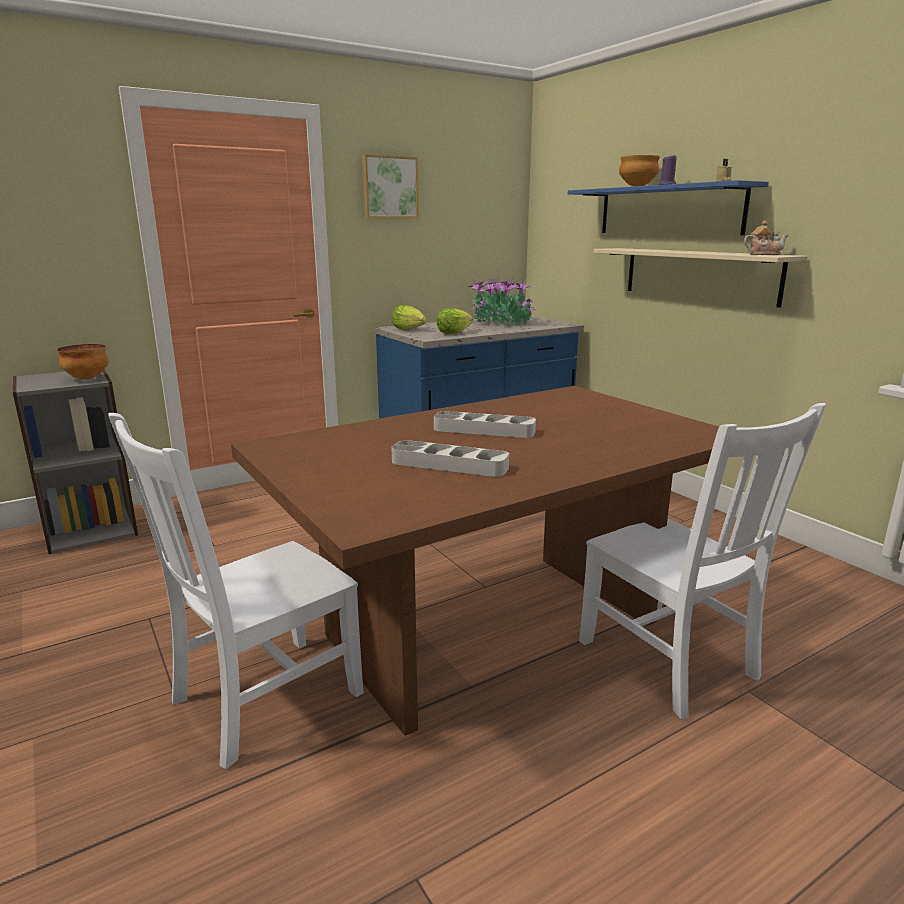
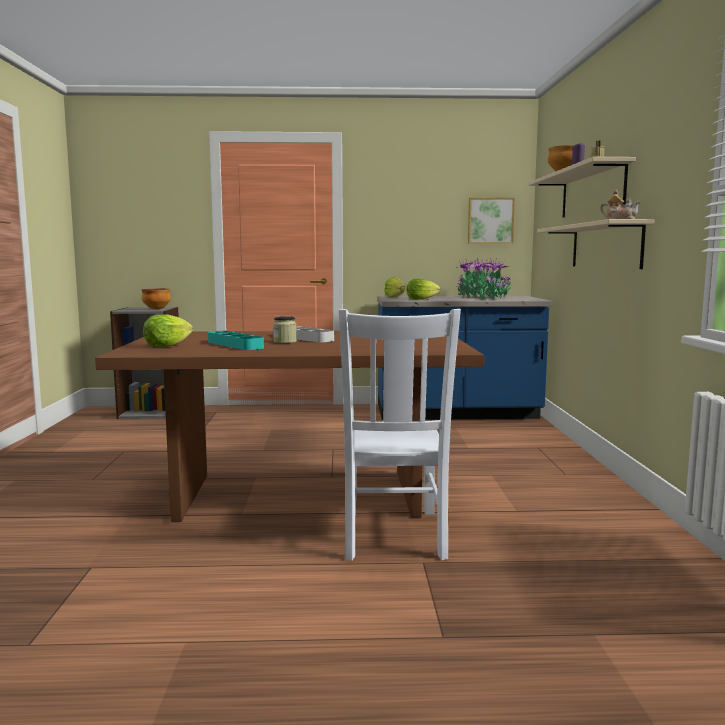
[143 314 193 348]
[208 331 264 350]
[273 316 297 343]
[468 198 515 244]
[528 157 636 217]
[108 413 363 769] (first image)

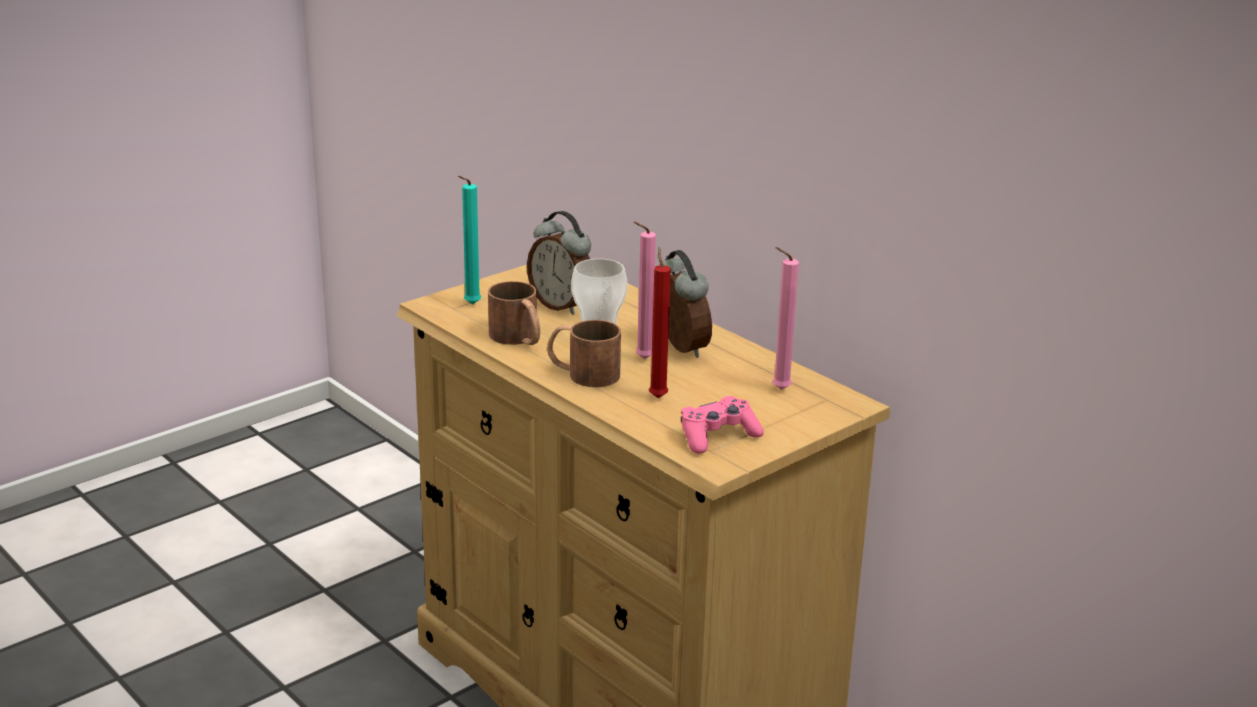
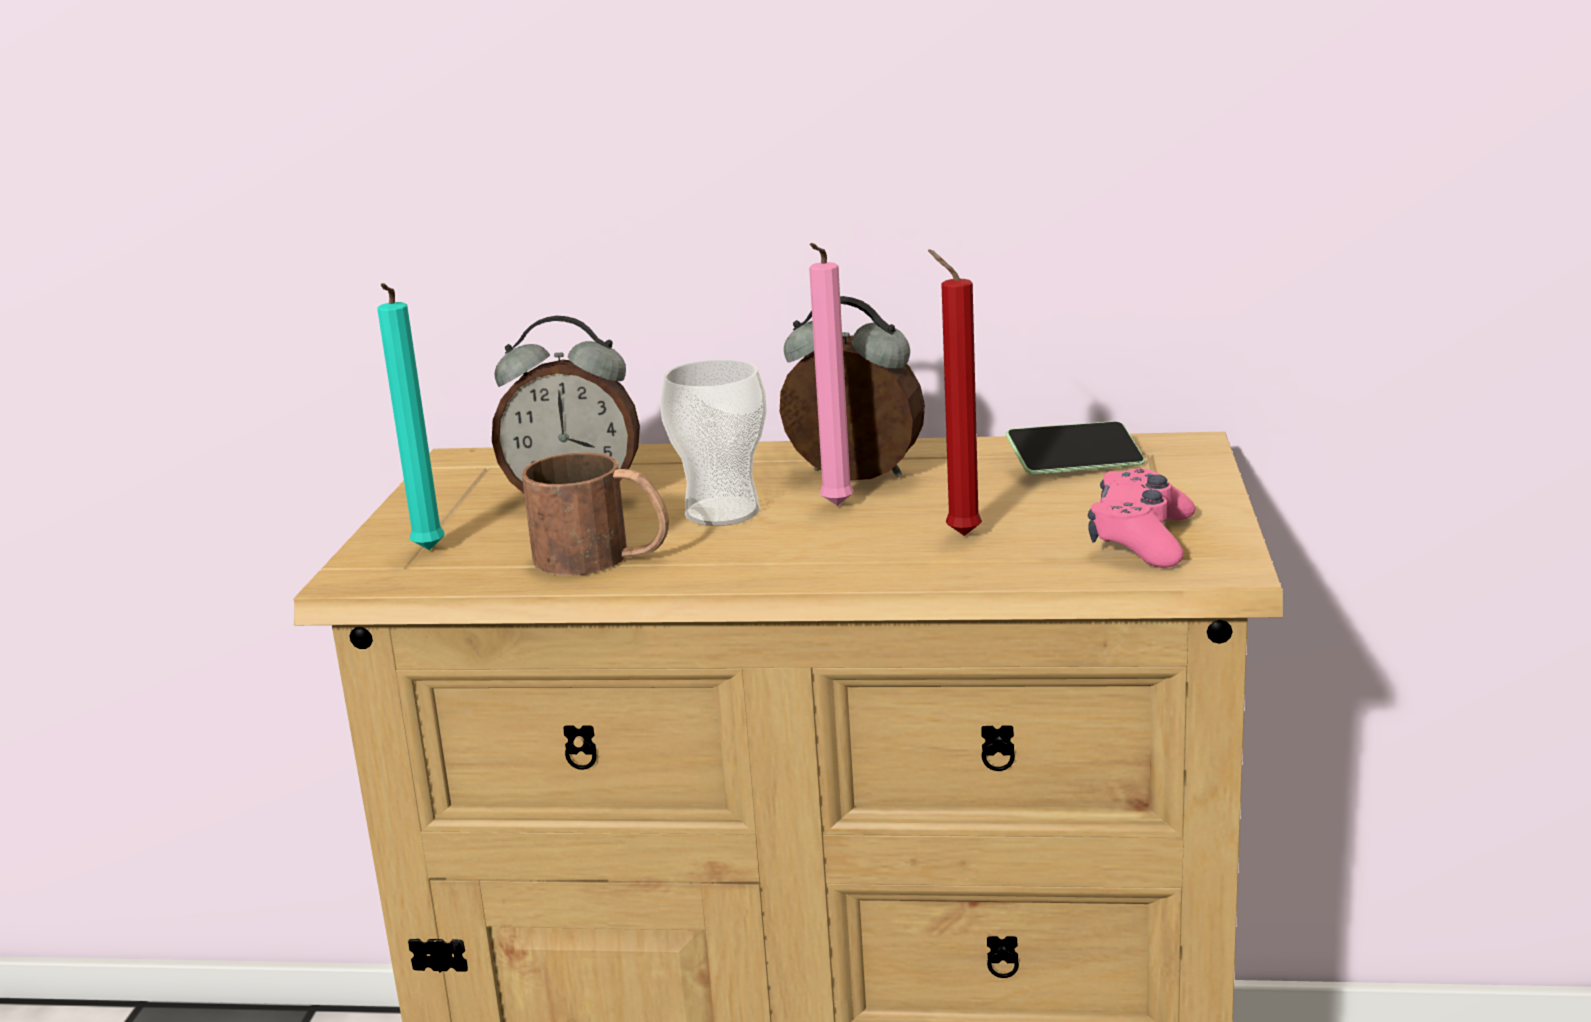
[1006 421 1145 474]
[547 320 621 387] (first image)

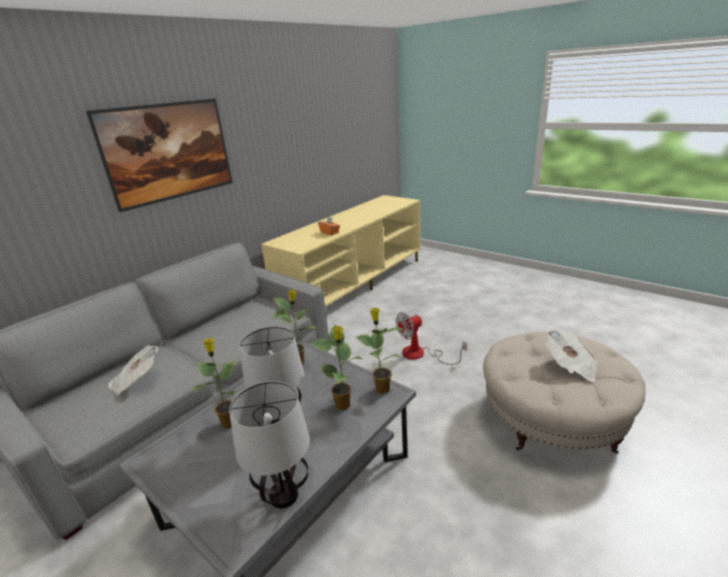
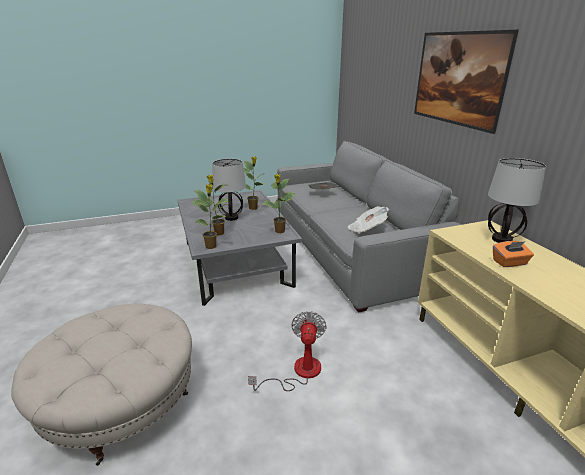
[348 206 389 234]
[488 158 546 243]

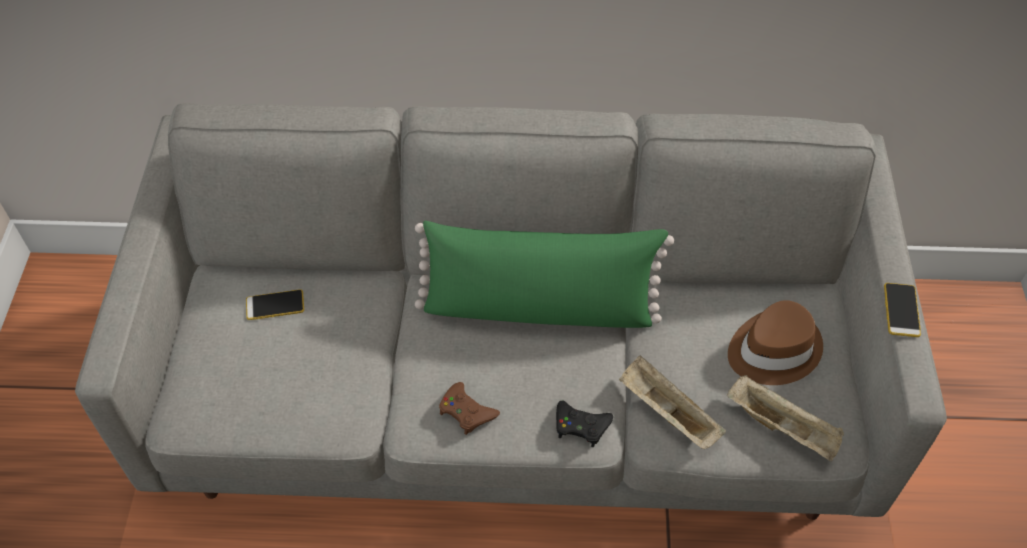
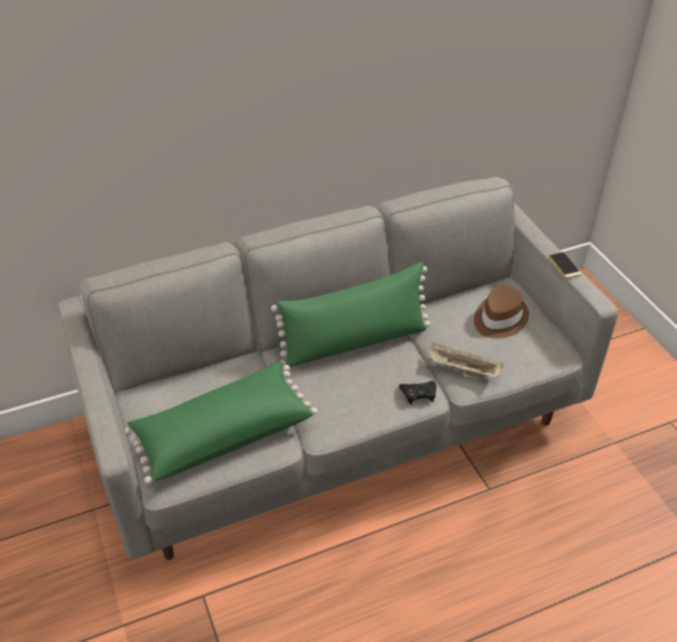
[125 361 318 484]
[246 289 304 320] (first image)
[439 382 500 435] (first image)
[727 375 844 462] (first image)

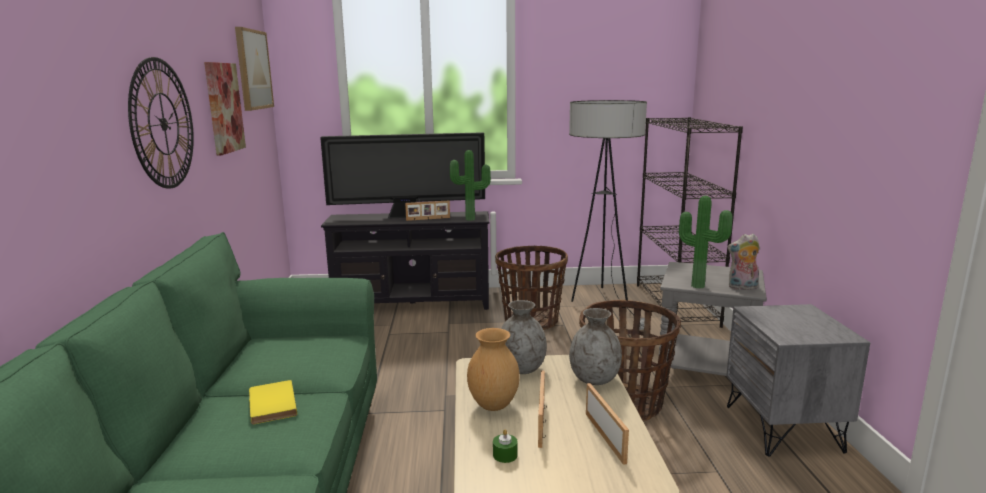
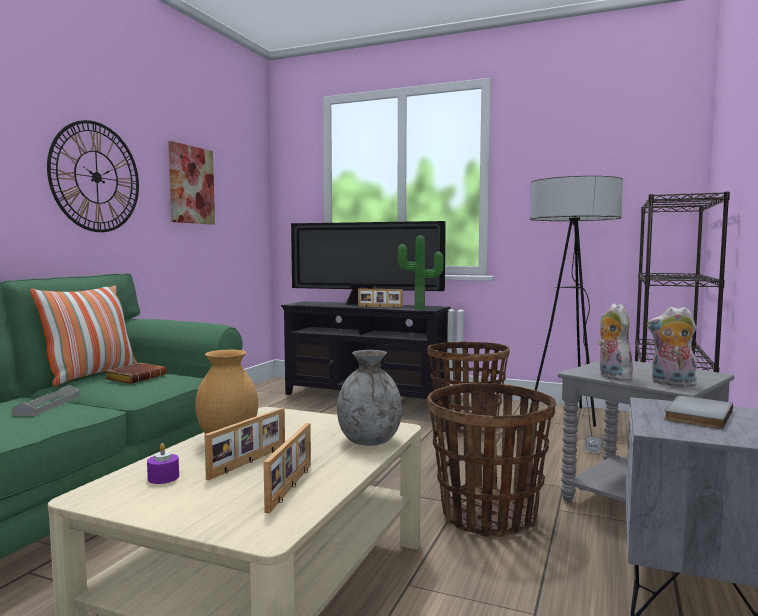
[12 385 80 416]
[30 285 137 386]
[105 363 167 384]
[147 443 179 484]
[598 303 633 380]
[664 396 733 429]
[235 27 274 111] (first image)
[501 300 547 374] (first image)

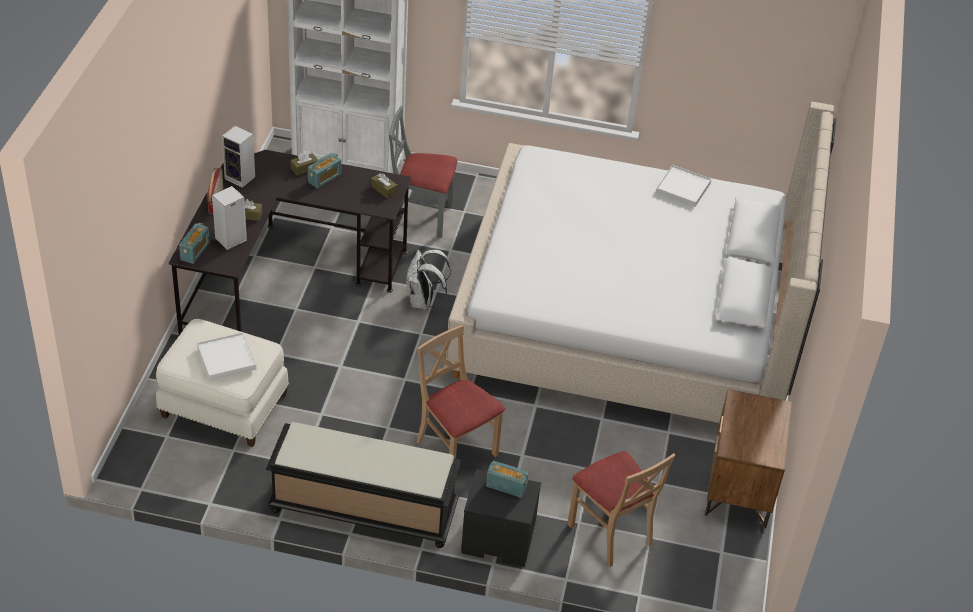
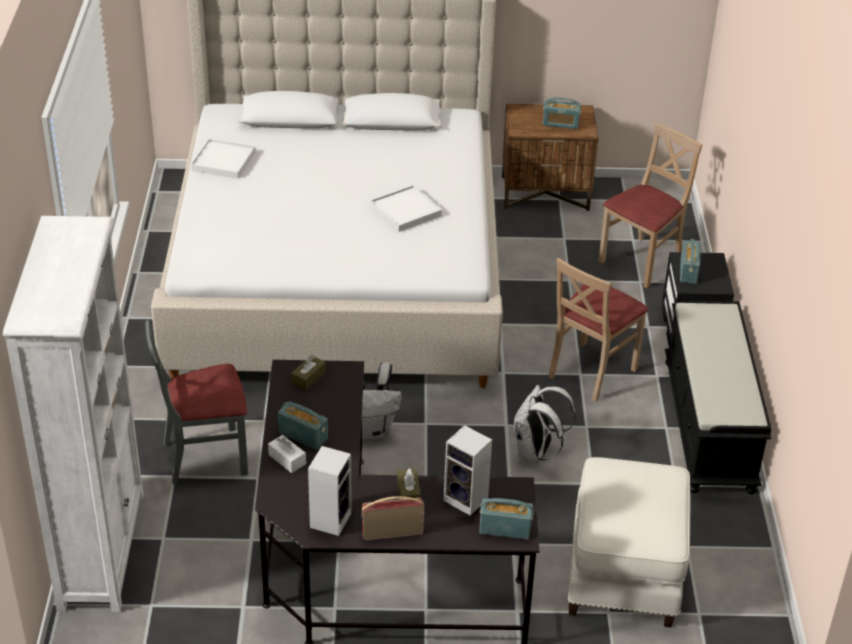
[146 320 248 485]
[268 435 306 473]
[371 185 442 232]
[514 385 576 462]
[543 98 581 129]

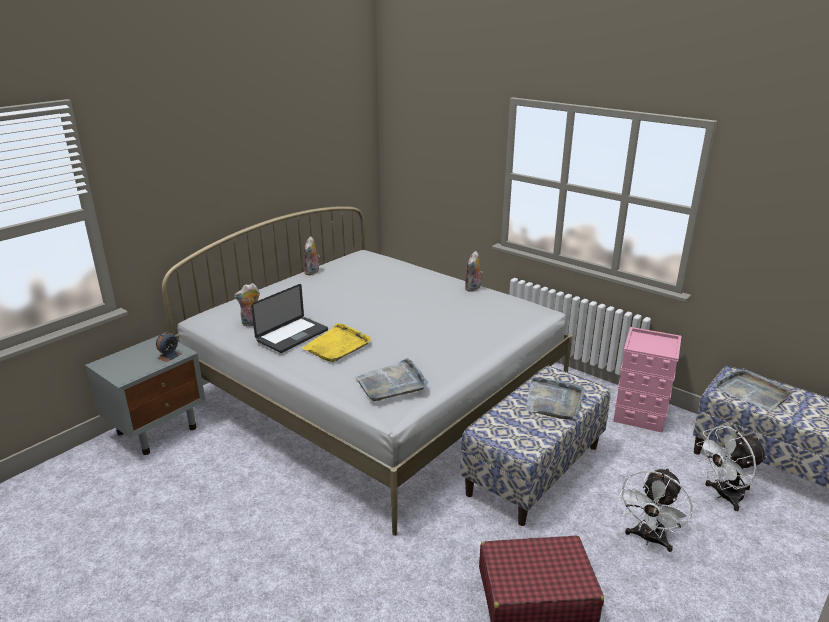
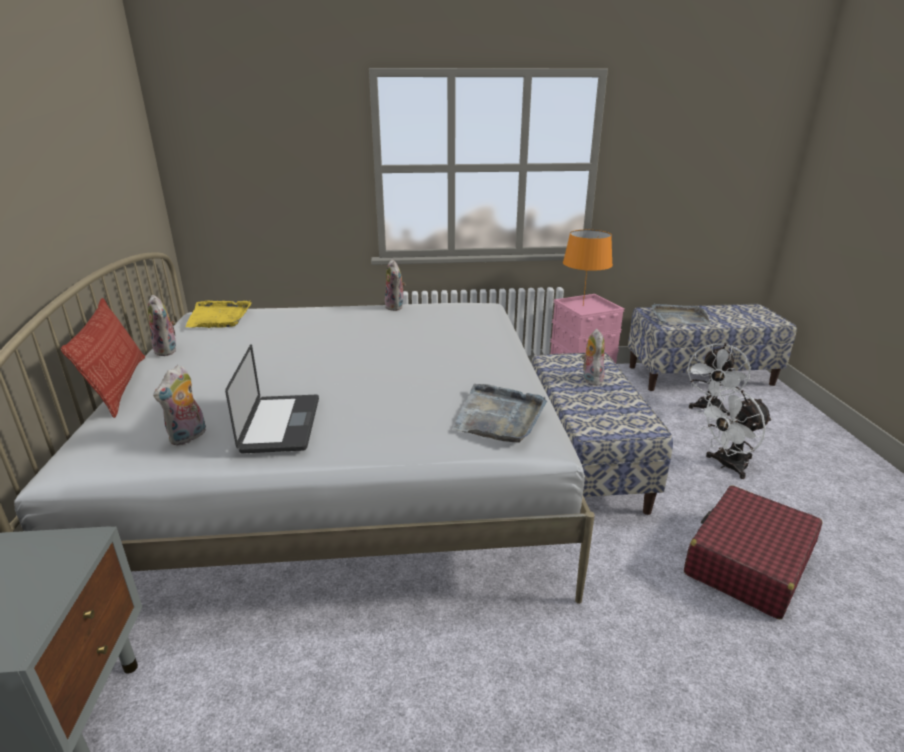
[61 298 145 418]
[185 300 252 328]
[563 230 613 306]
[581 329 605 386]
[697 388 772 479]
[156 332 181 362] (first image)

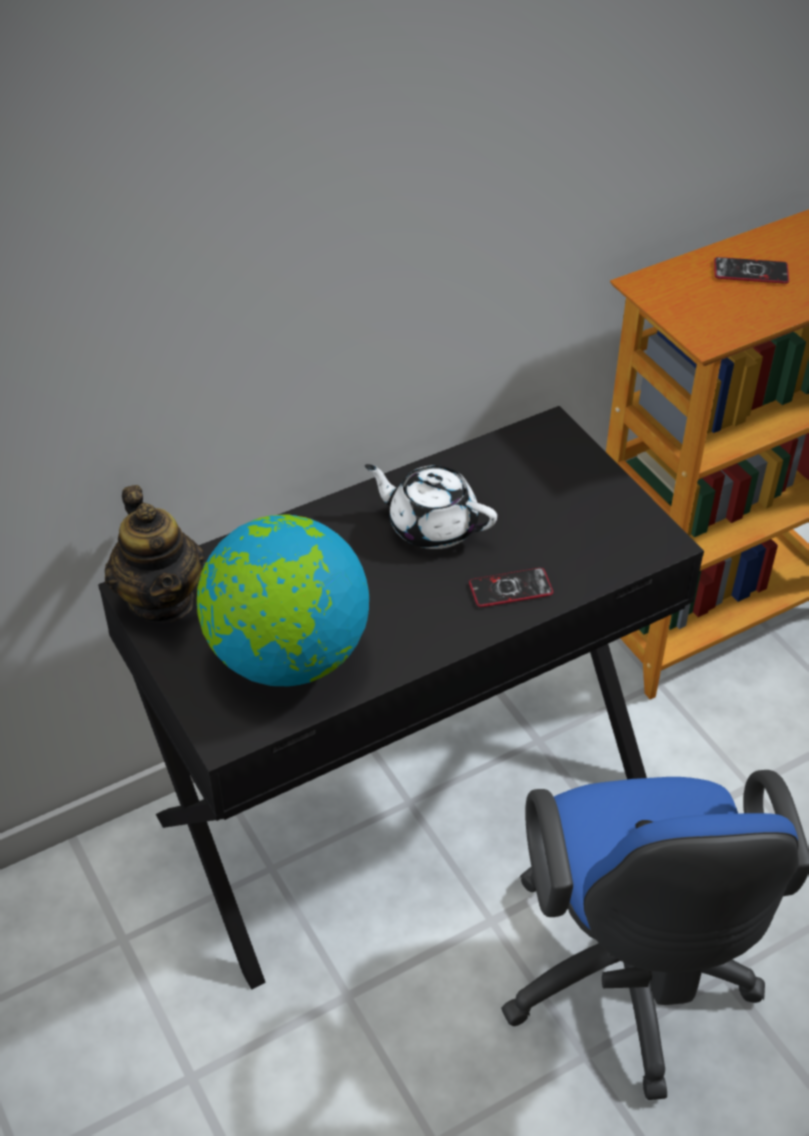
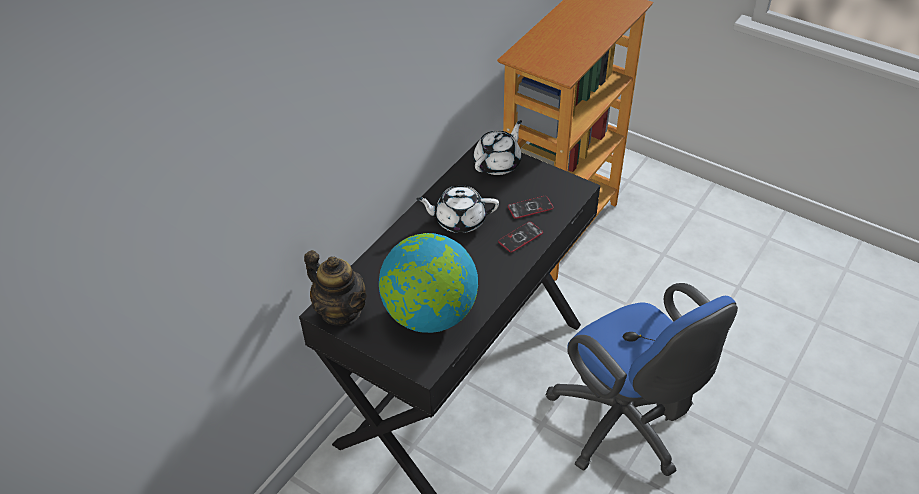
[474 120 522 175]
[508 196 554 219]

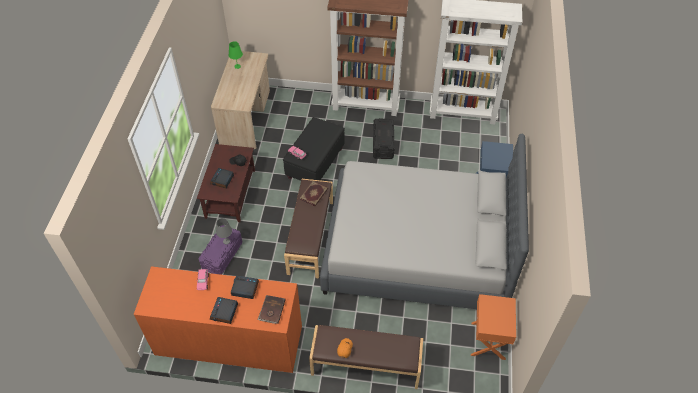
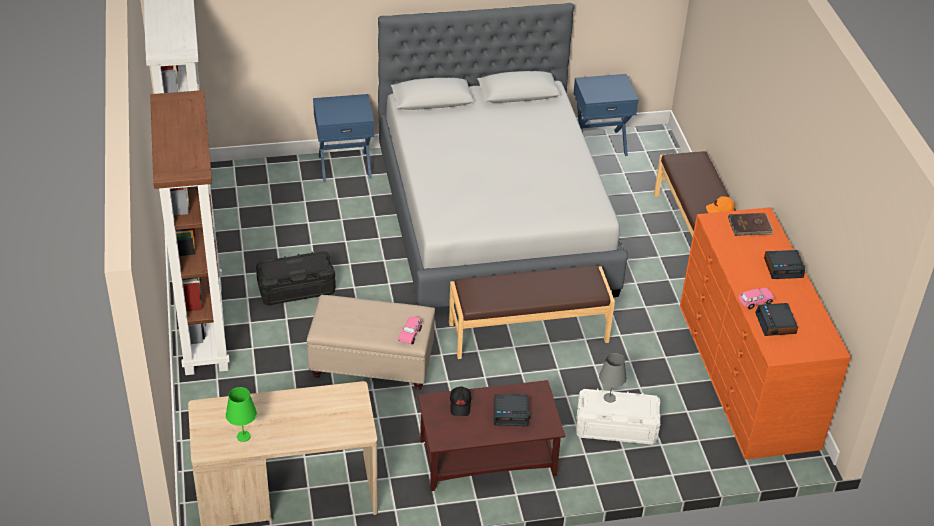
[307 295 435 390]
[573 74 639 156]
[576 389 660 445]
[755 303 798 336]
[300 181 328 206] (first image)

